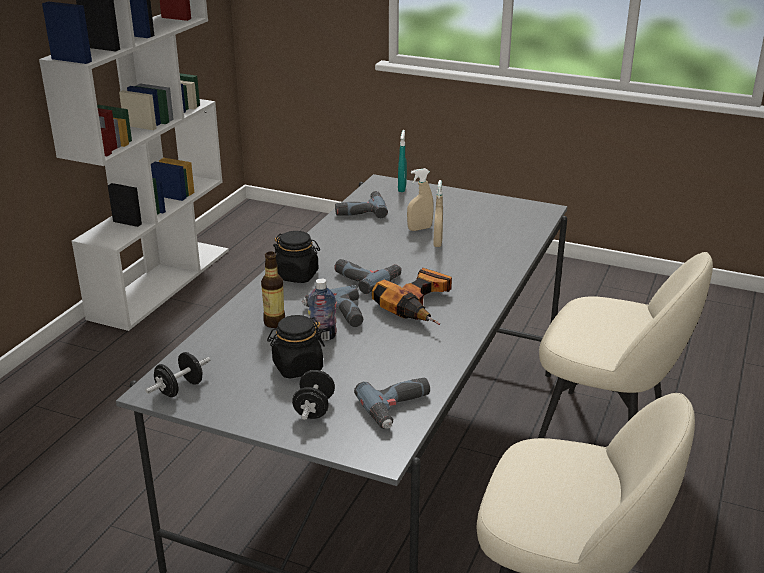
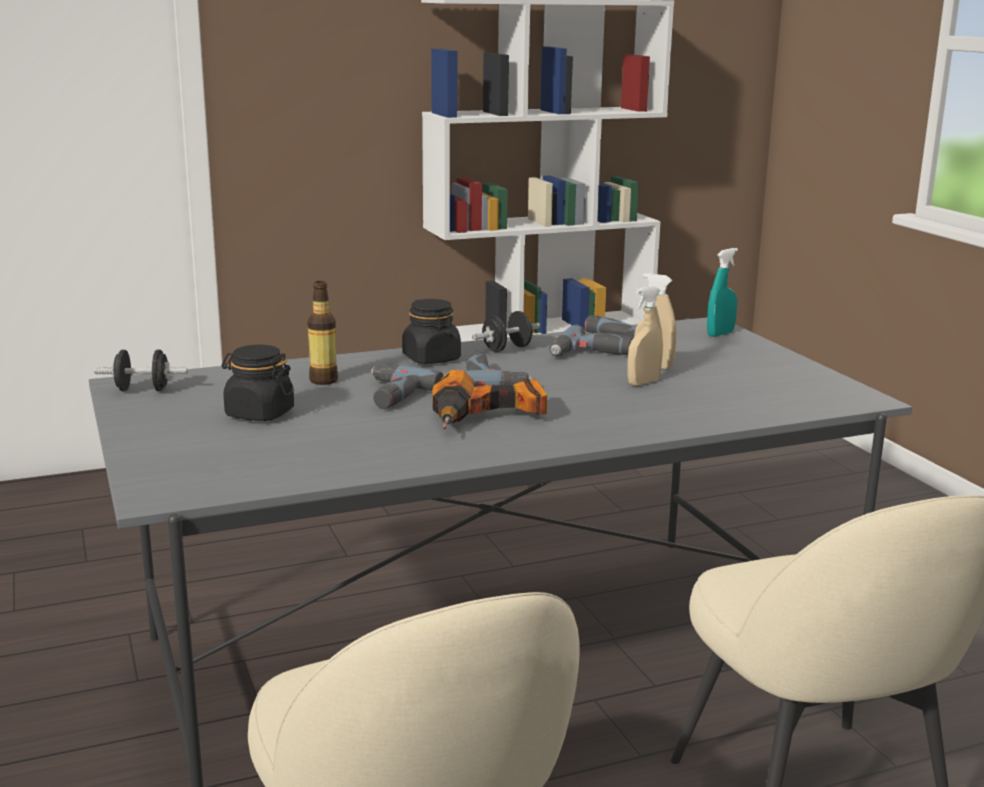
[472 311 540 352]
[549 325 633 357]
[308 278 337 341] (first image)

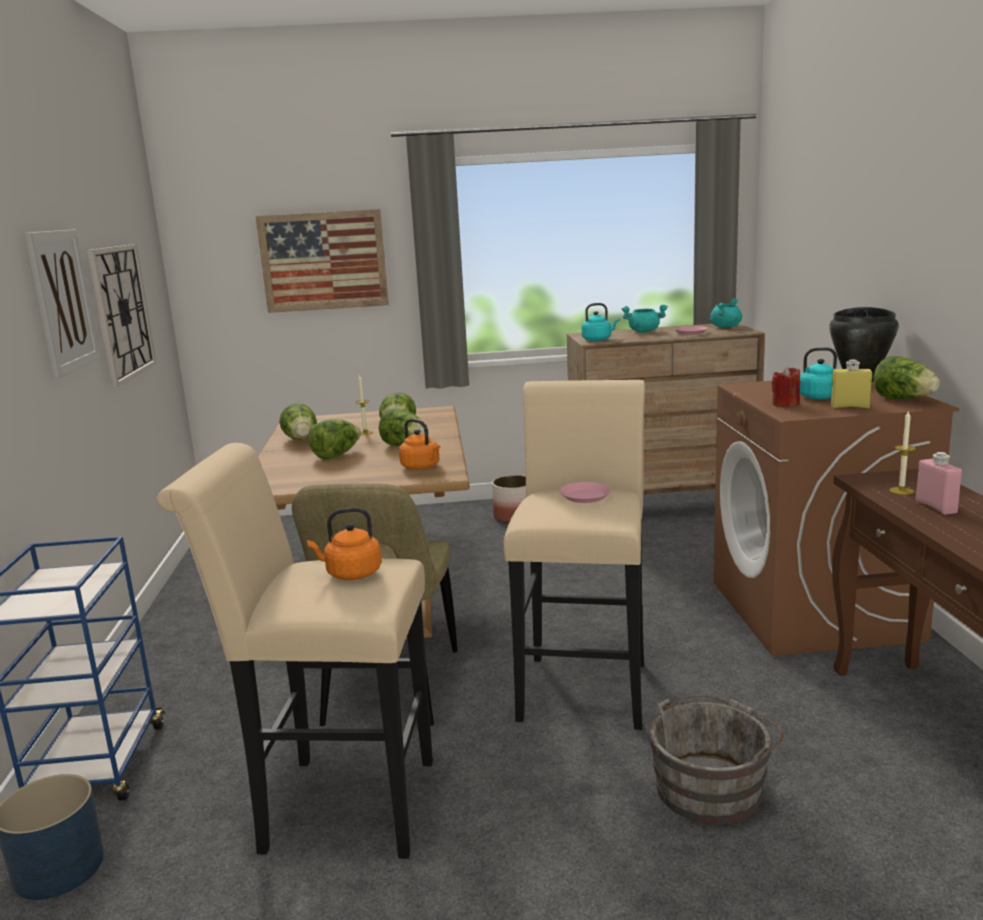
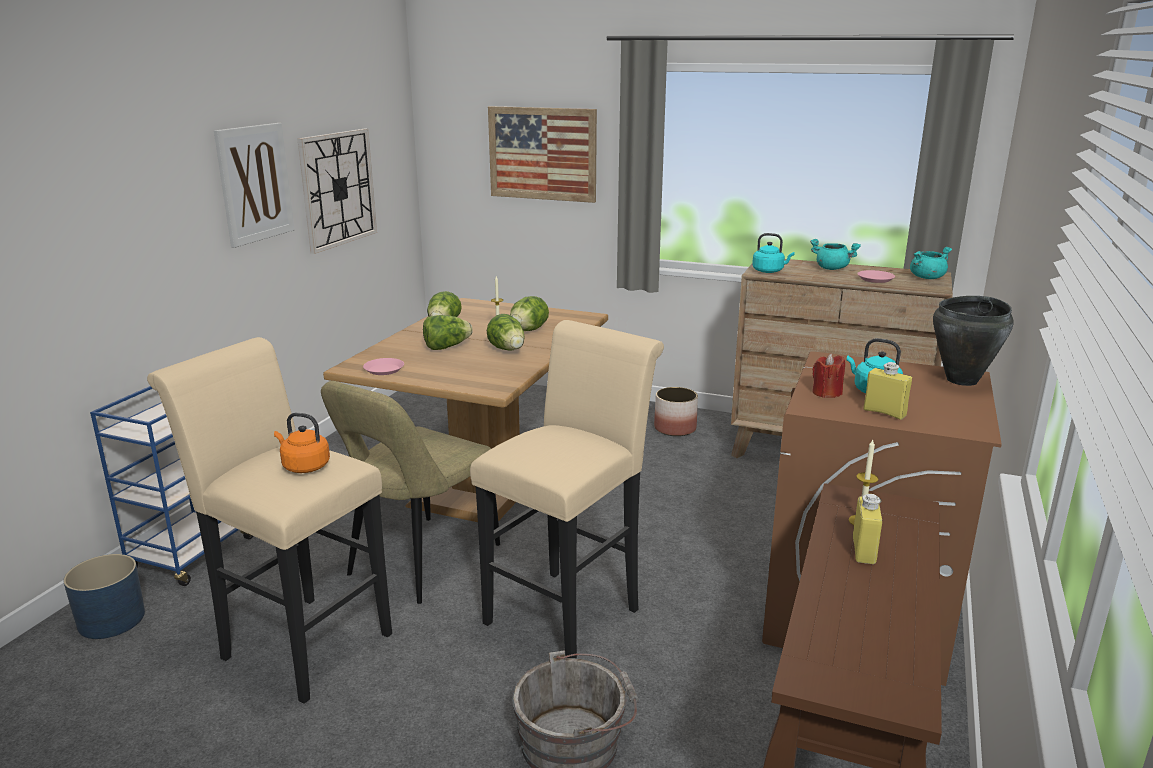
[363 358 404 375]
[853 494 882 564]
[399 419 440 470] (first image)
[873 356 940 399] (first image)

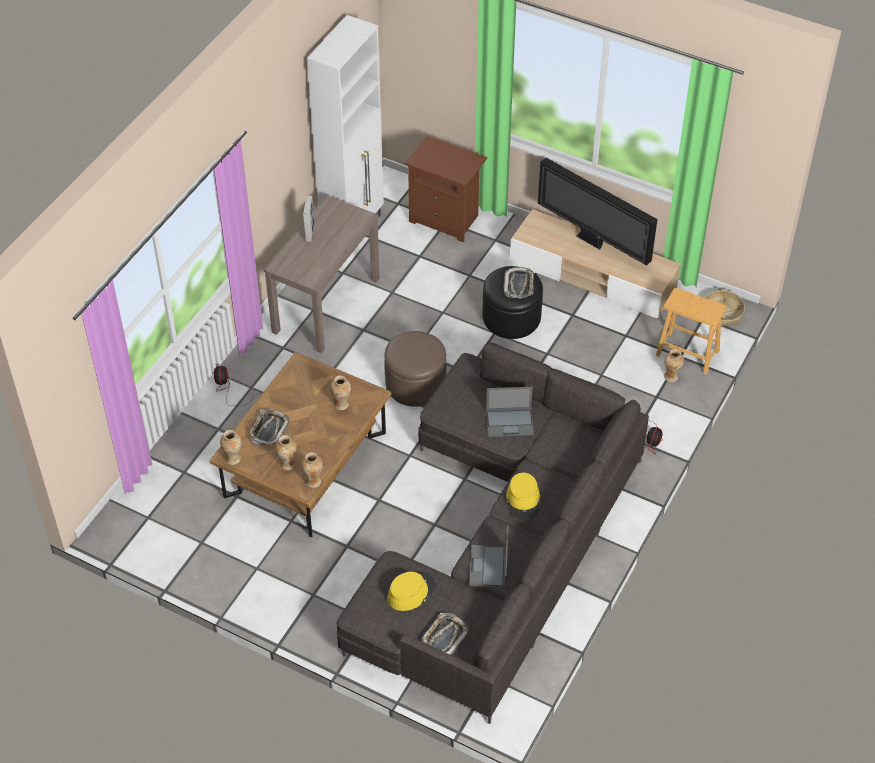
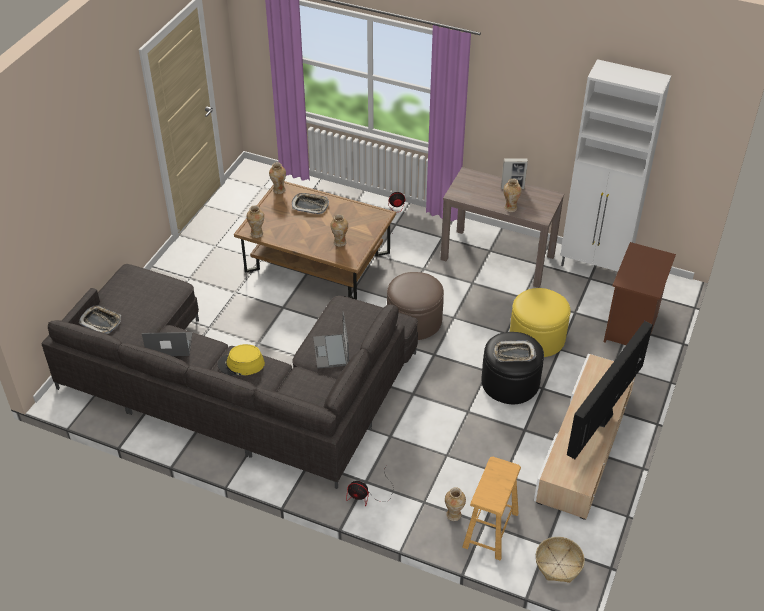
[503 179 522 212]
[510 288 570 357]
[387 572 436 611] (first image)

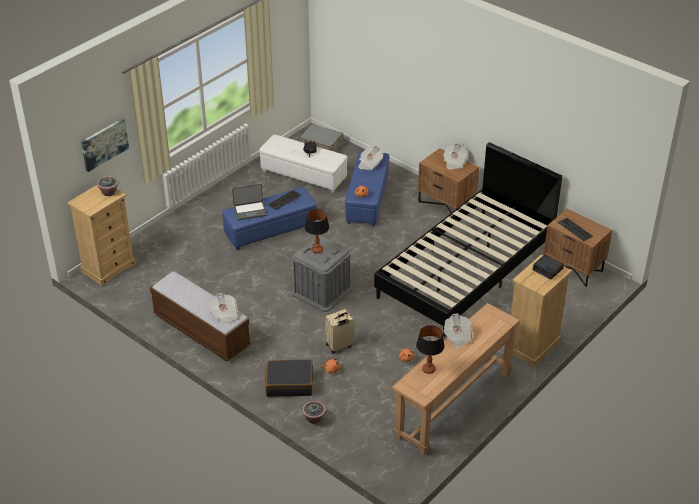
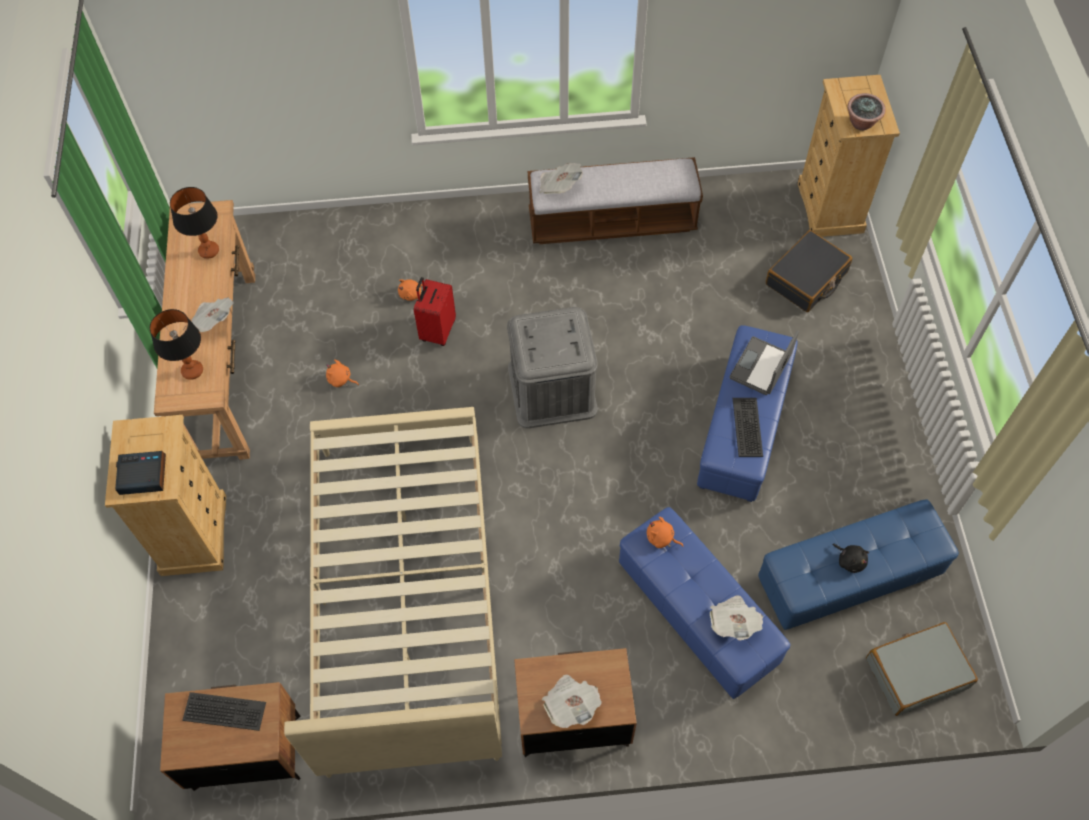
[150 309 203 380]
[284 407 502 778]
[414 277 456 346]
[758 499 959 630]
[766 230 852 312]
[81 118 129 172] (first image)
[302 401 326 424] (first image)

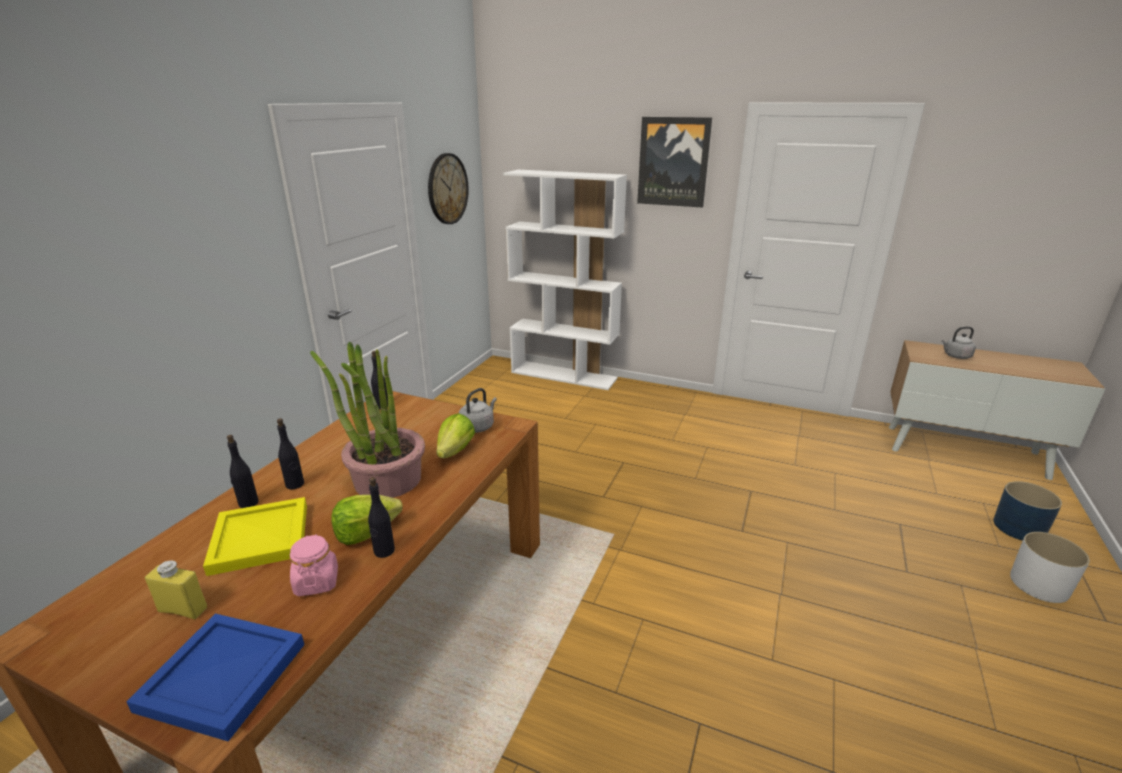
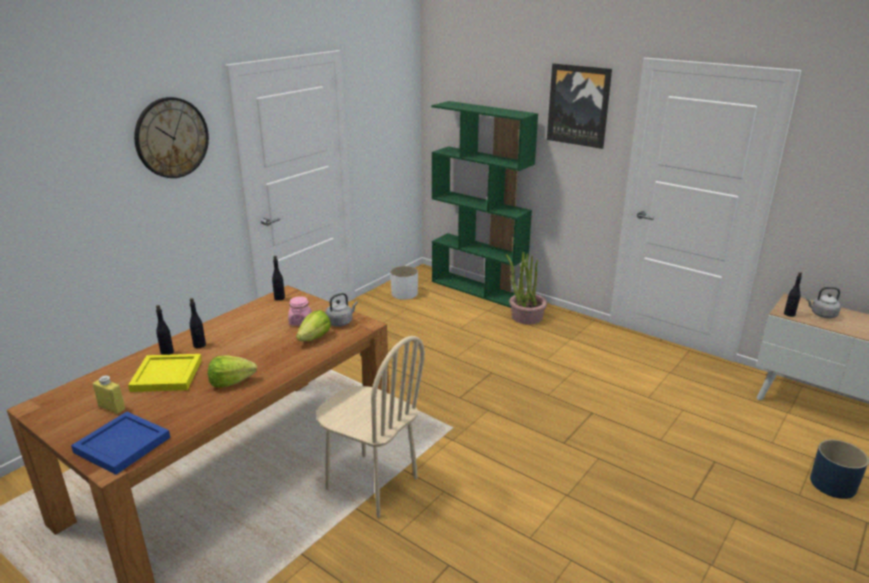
[134 97 209 178]
[288 296 312 326]
[316 336 425 518]
[390 266 418 300]
[432 101 538 308]
[506 251 547 325]
[784 272 802 317]

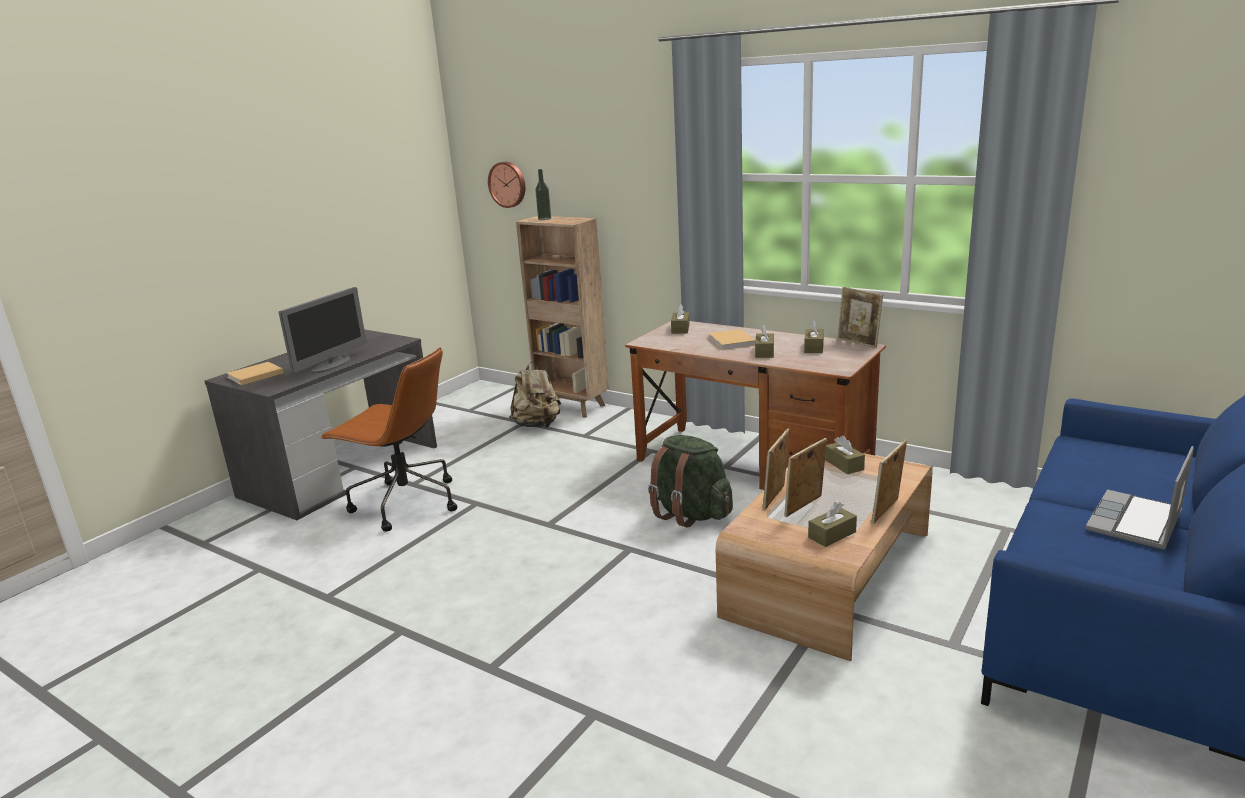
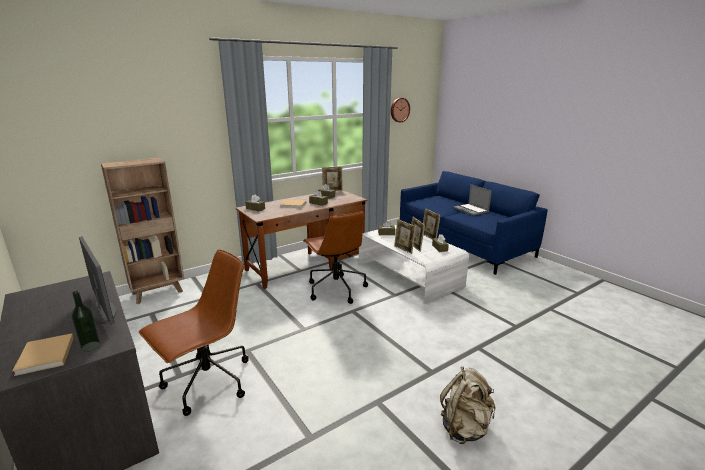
[72 291 100 352]
[303 211 368 304]
[359 225 469 304]
[391 98 410 122]
[440 367 496 444]

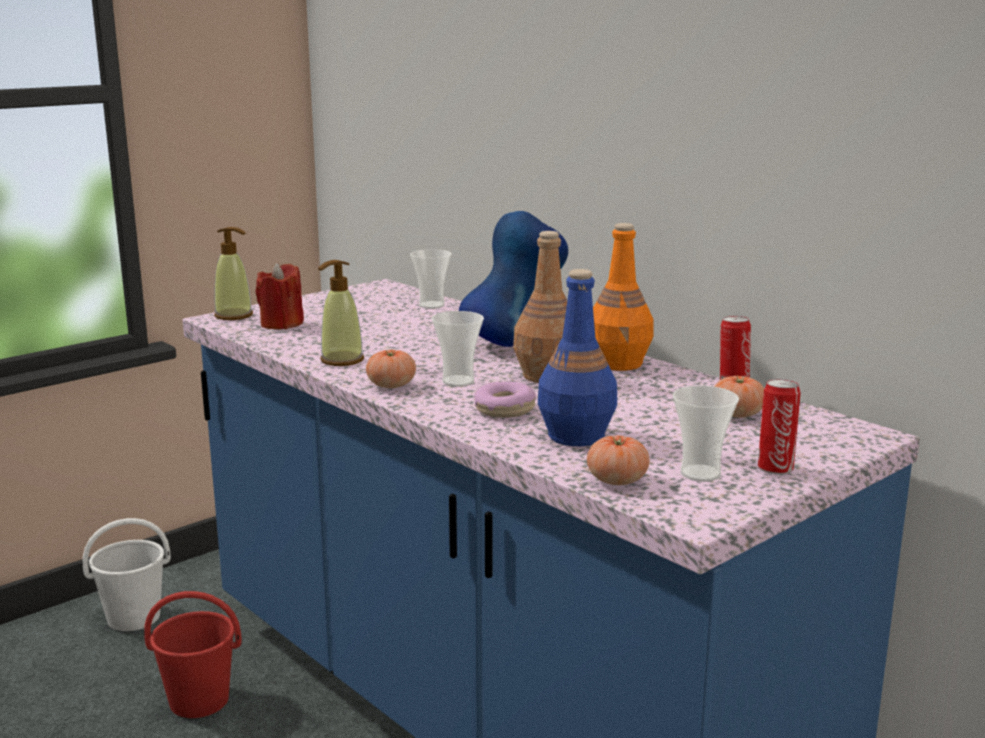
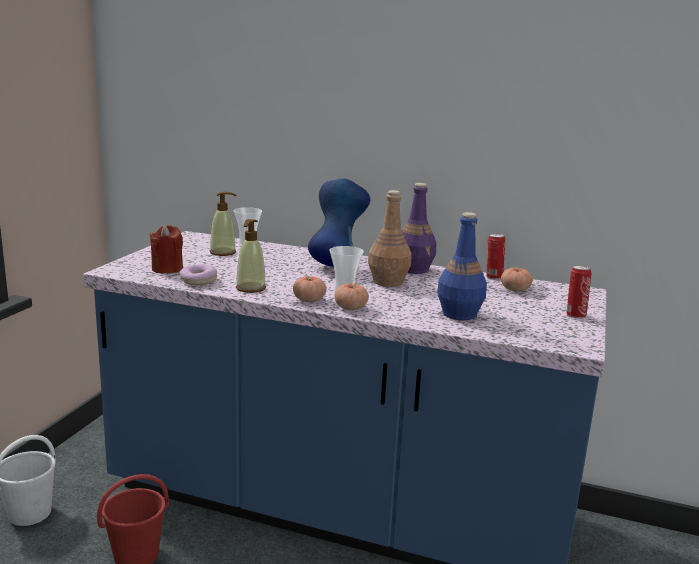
[180 264 217 285]
[210 192 237 256]
[334 284 369 310]
[402 183 436 274]
[672 386 739 482] (first image)

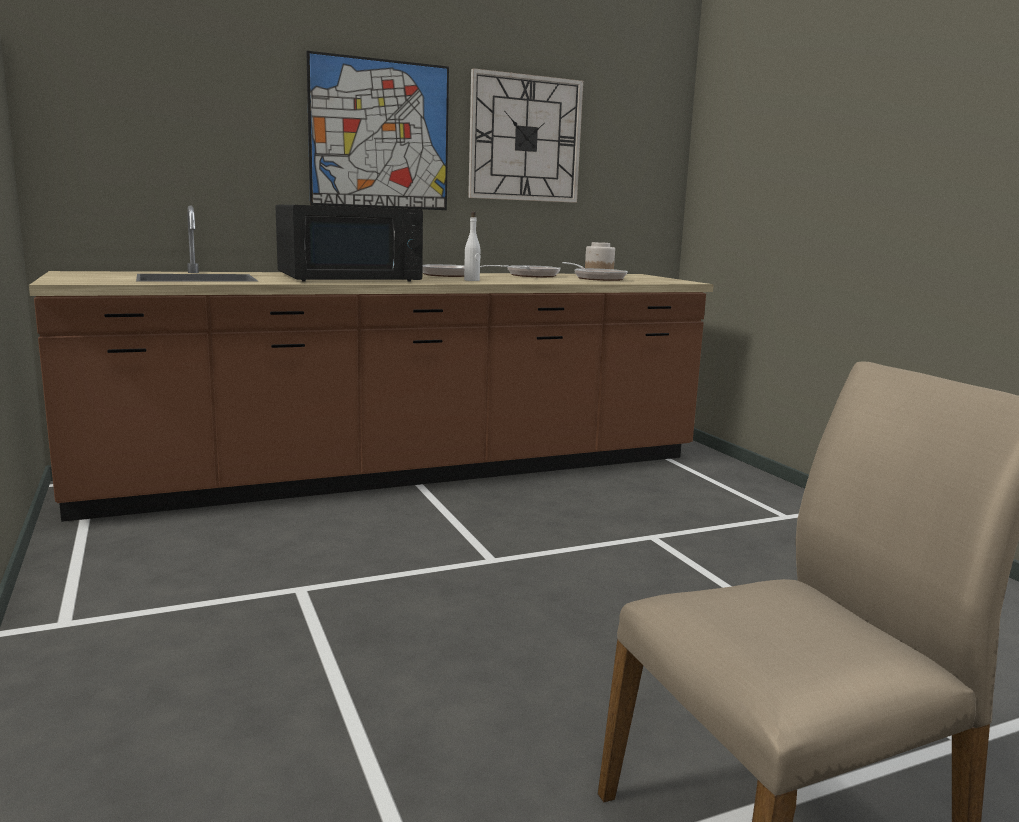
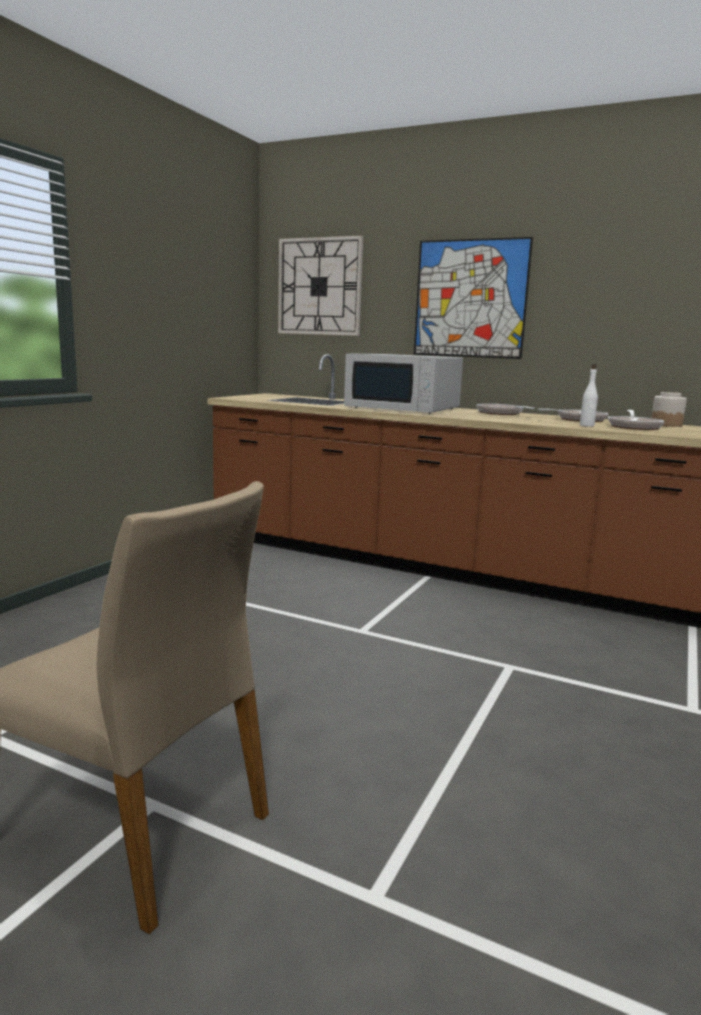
[278 235 363 336]
[344 354 463 414]
[580 364 598 427]

